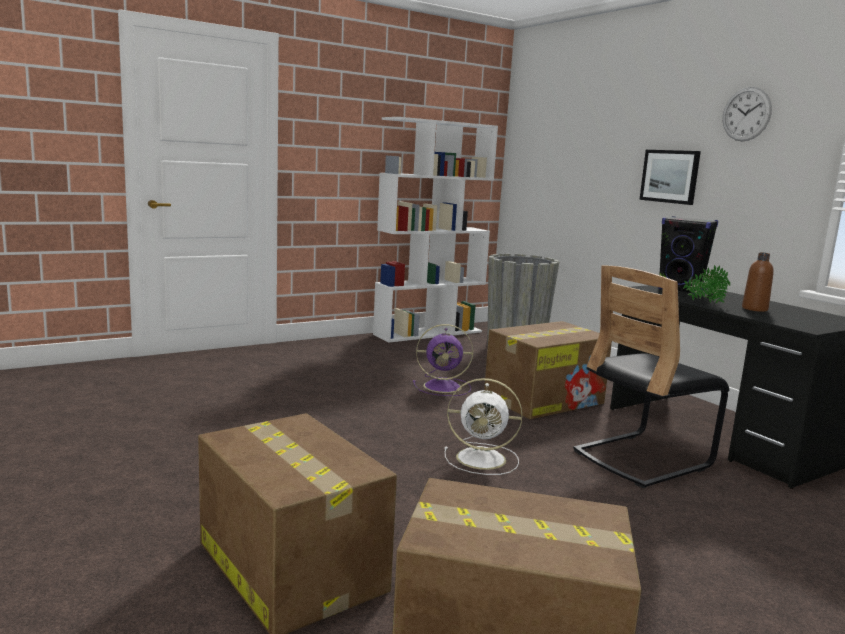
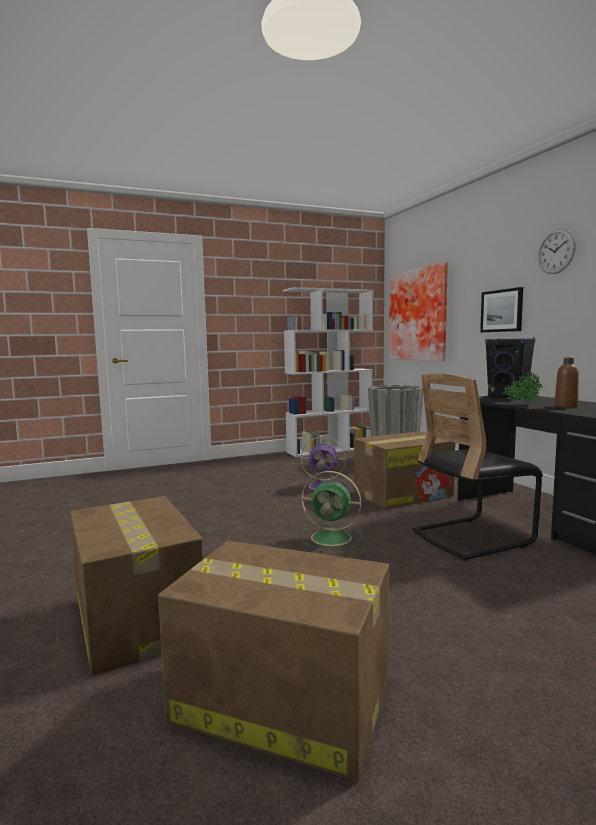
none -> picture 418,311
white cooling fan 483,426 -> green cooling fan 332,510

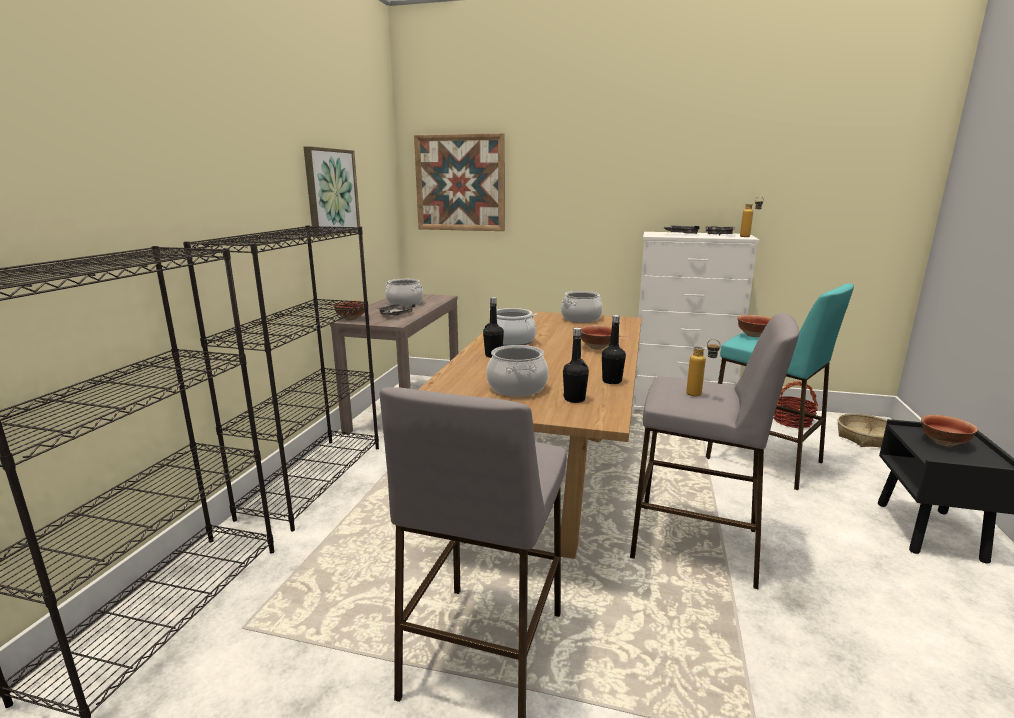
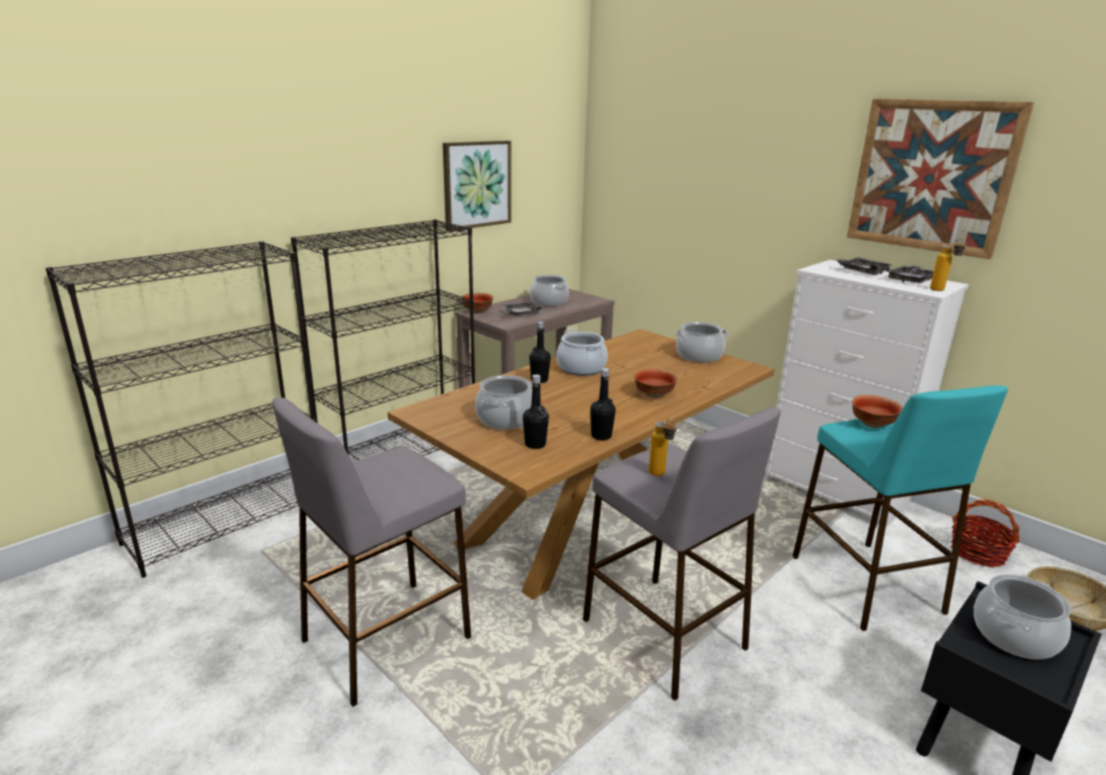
picture 459,182 -> picture 940,179, relocated
bowl 949,431 -> stockpot 1022,617

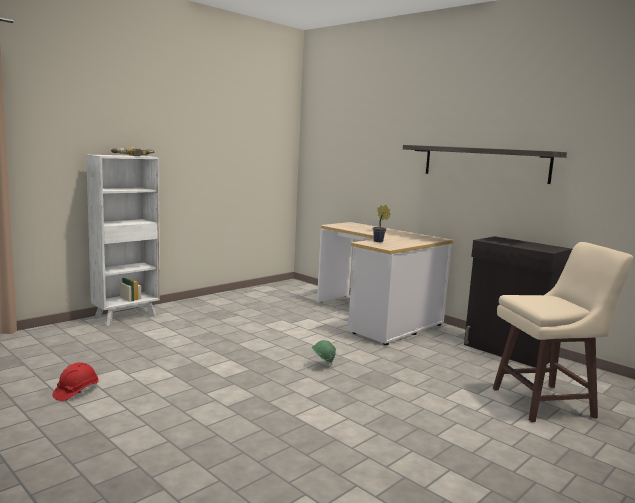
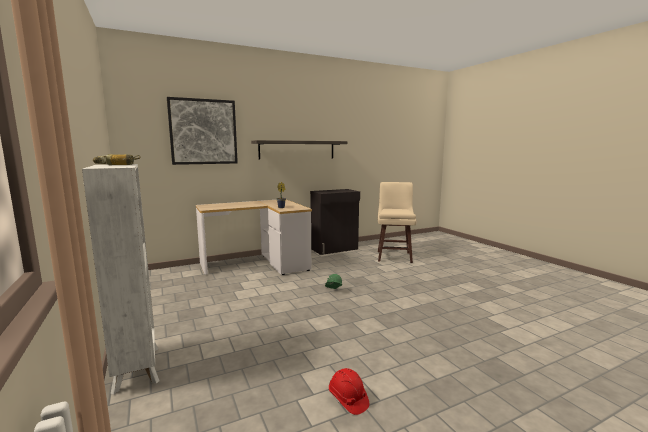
none -> picture 202,131

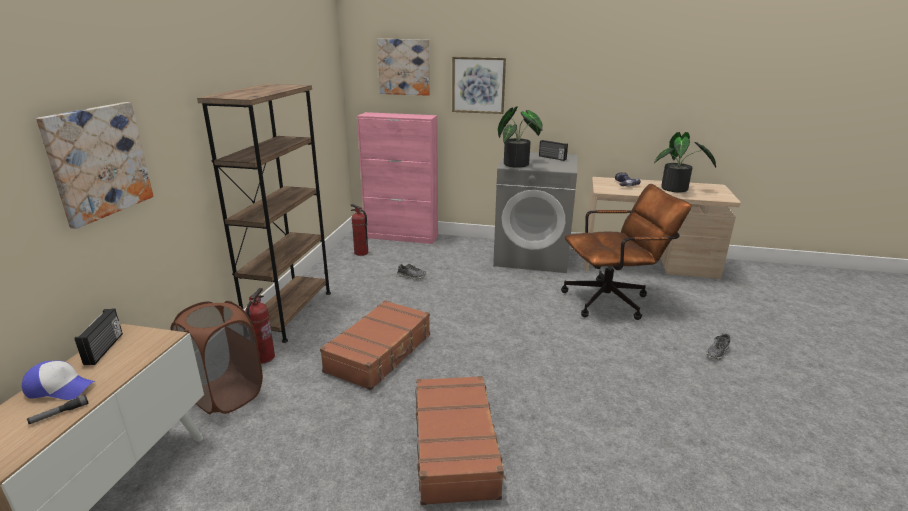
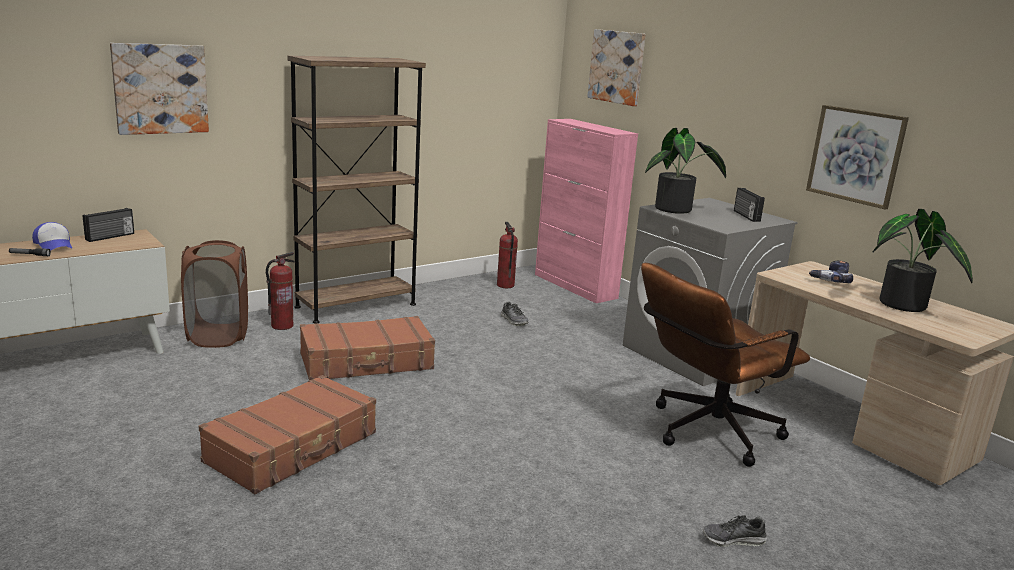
picture 479,85 -> picture 857,157, relocated
brown-coloured computer chair 626,252 -> brown-coloured computer chair 725,365, 120 degrees clockwise

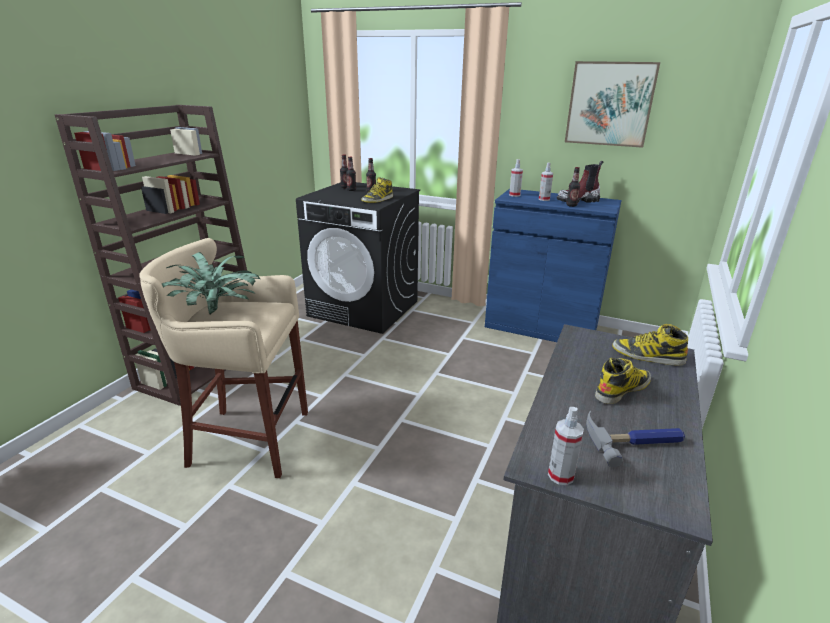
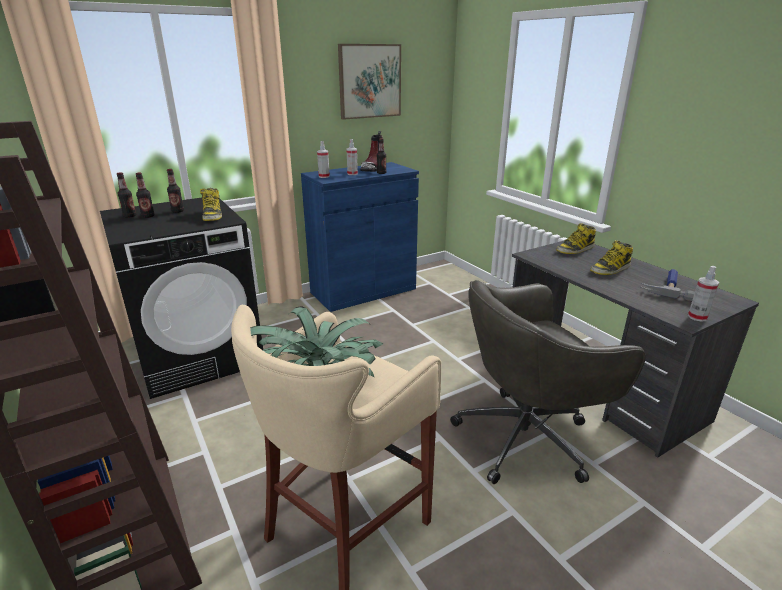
none -> grey computer chair 548,382
high-top boot 623,381 -> high-top boot 611,257, 120 degrees counterclockwise

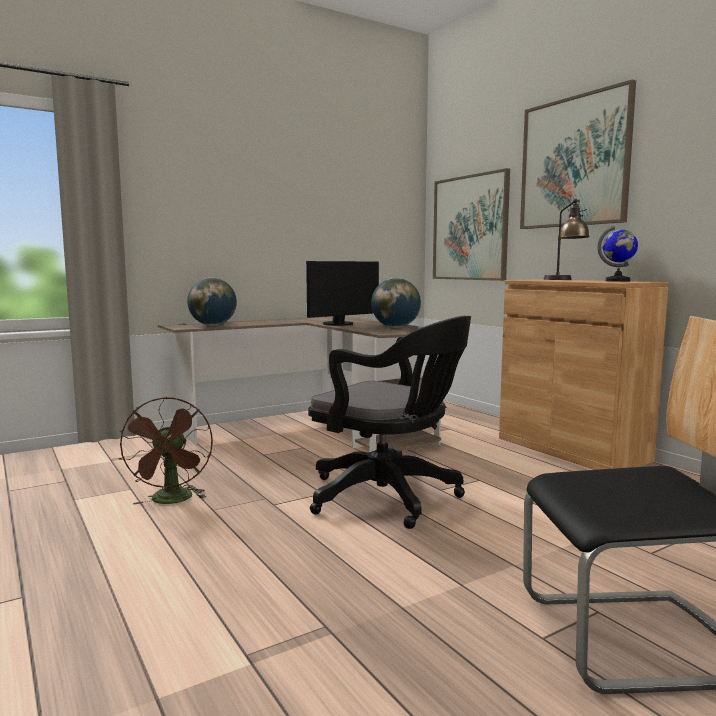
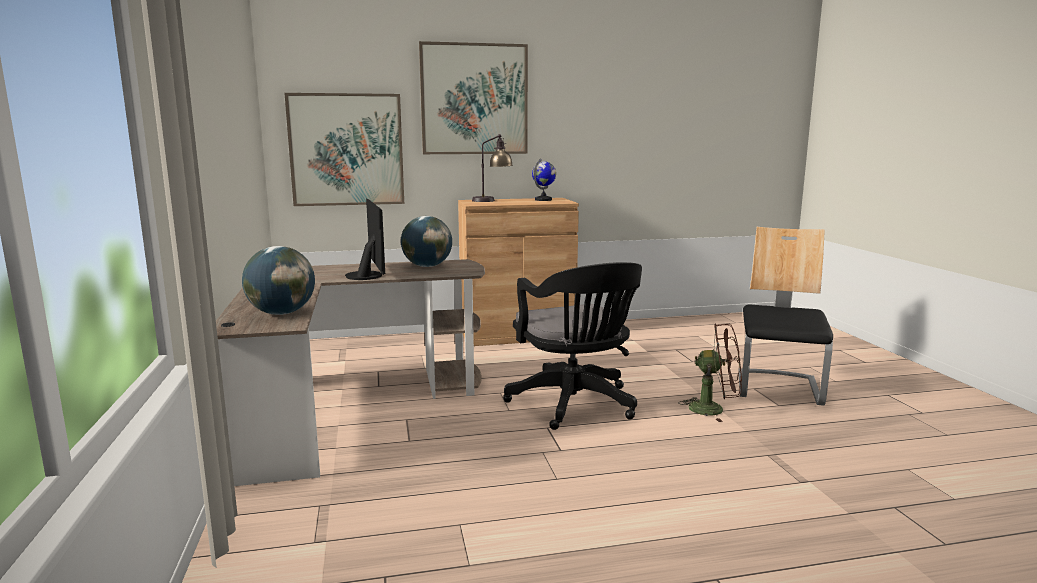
brown-coloured cooling fan 166,451 -> brown-coloured cooling fan 710,372, relocated
black computer chair 389,422 -> black computer chair 572,346, 105 degrees clockwise

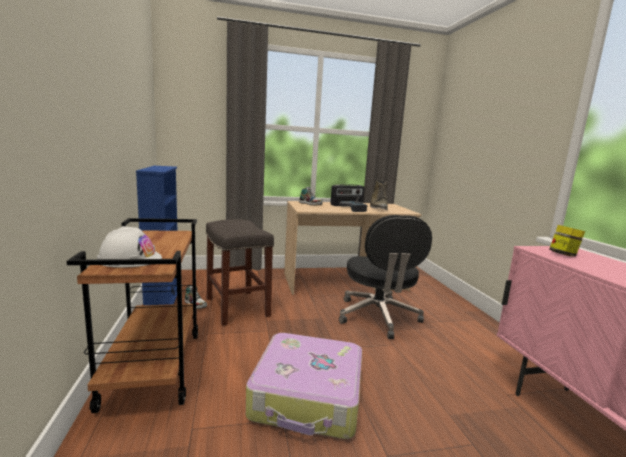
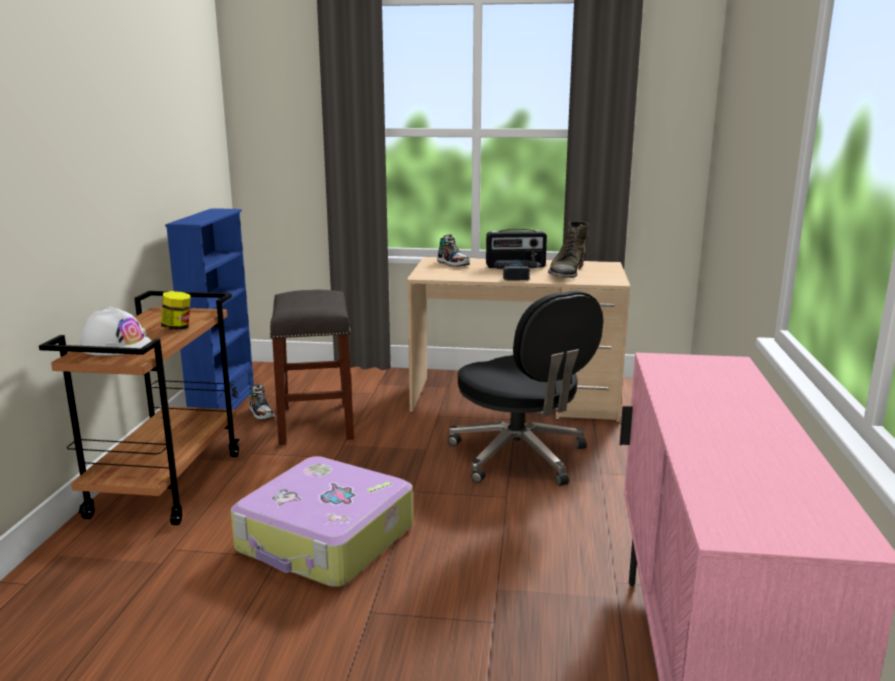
jar 567,240 -> jar 176,310, relocated
black computer chair 385,277 -> black computer chair 526,388, 45 degrees counterclockwise

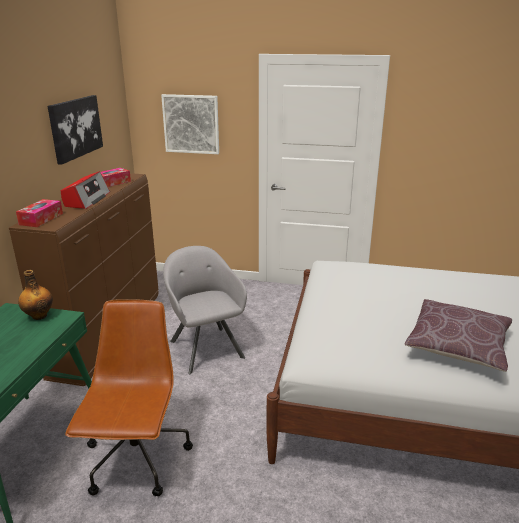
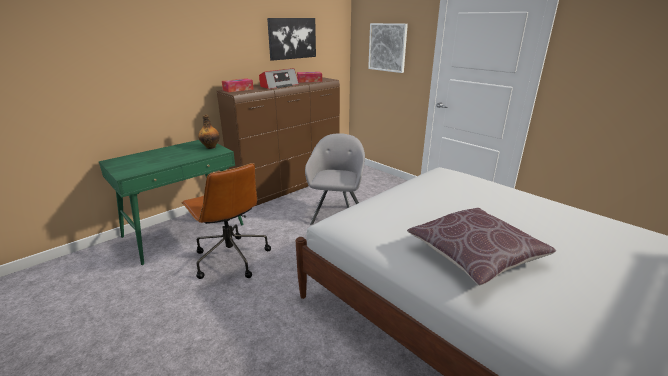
brown-coloured computer chair 129,397 -> brown-coloured computer chair 226,221, 105 degrees clockwise

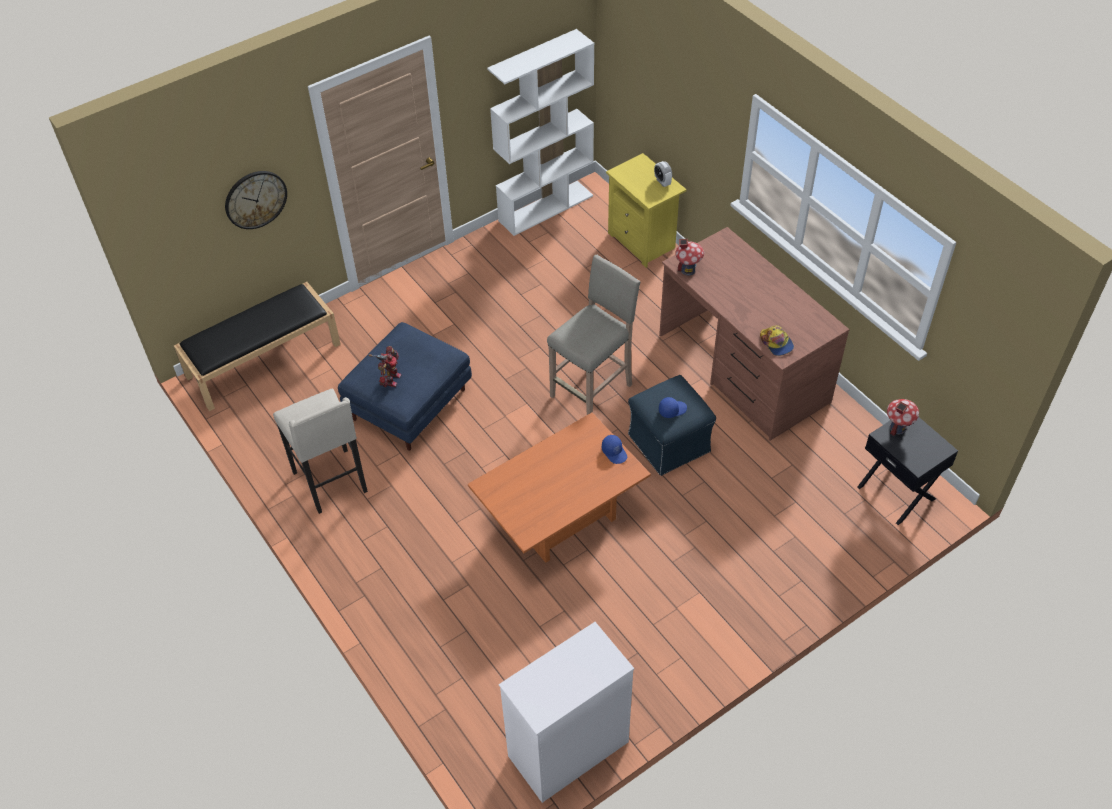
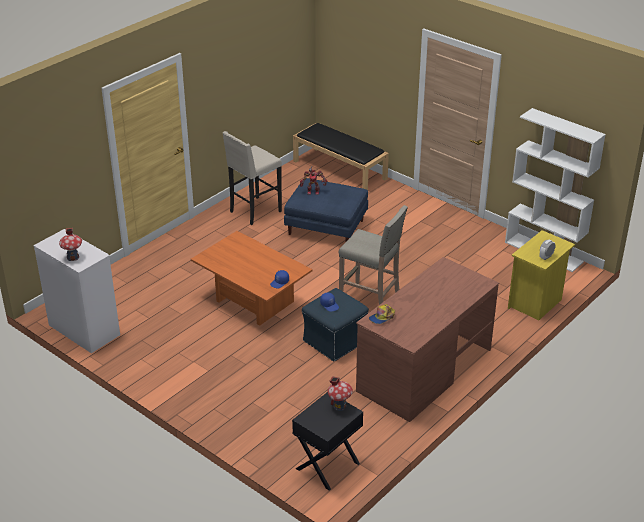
wall clock 256,200 -> none
model house 689,257 -> model house 70,244, relocated

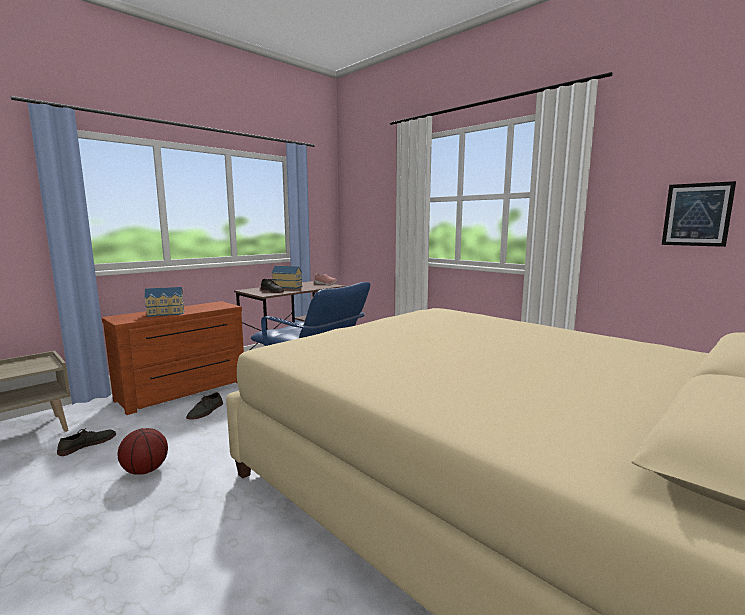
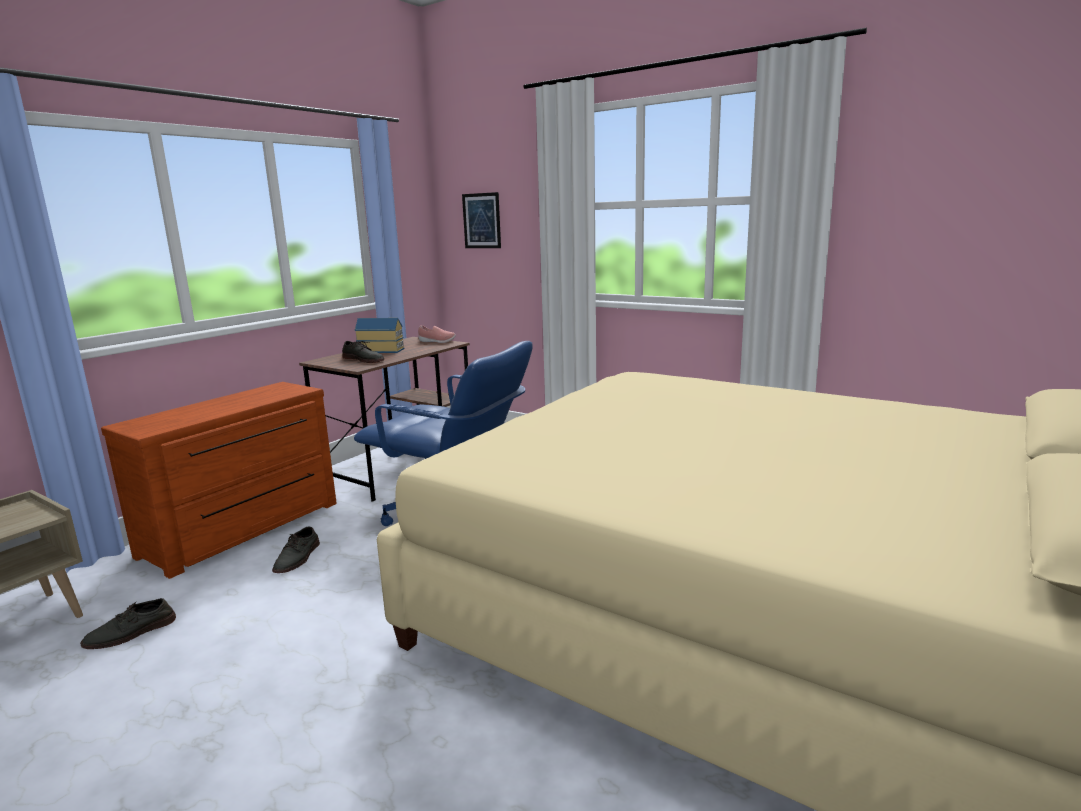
basketball 143,451 -> none
model house 164,302 -> none
picture 699,214 -> picture 481,220, relocated
grey low shoe 86,442 -> grey low shoe 128,623, 150 degrees counterclockwise

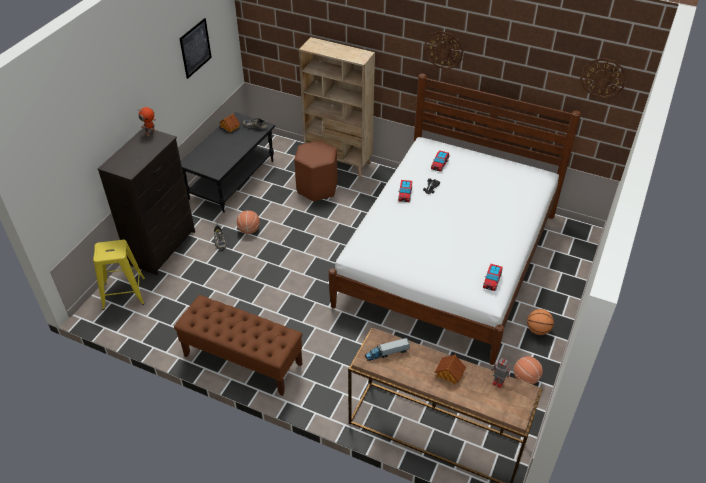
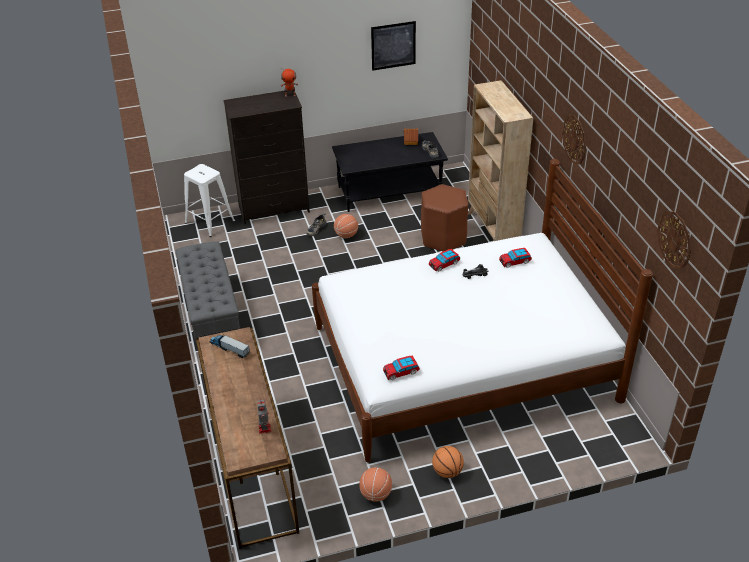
model house 450,369 -> none
yellowish stool 119,275 -> white stool 209,200
brown-coloured indoor bench 238,345 -> grey indoor bench 208,297

